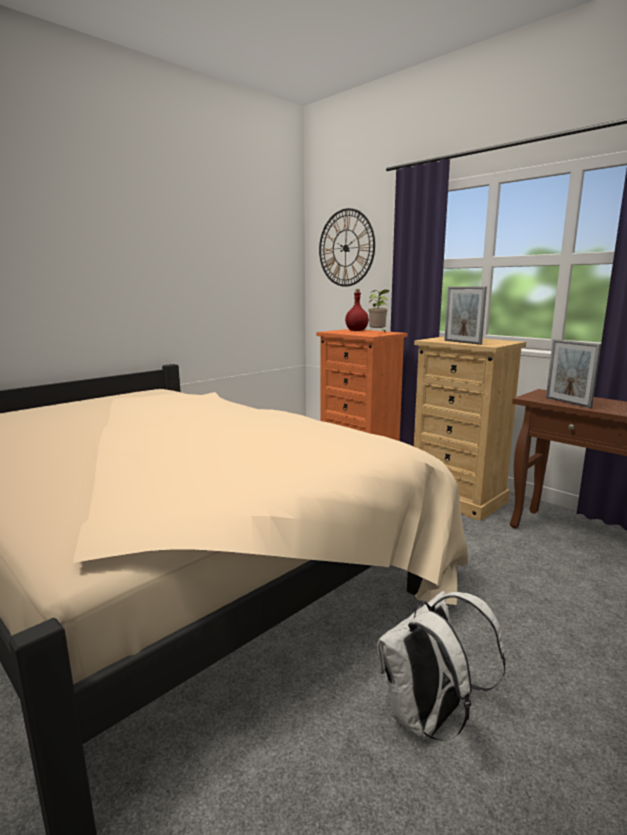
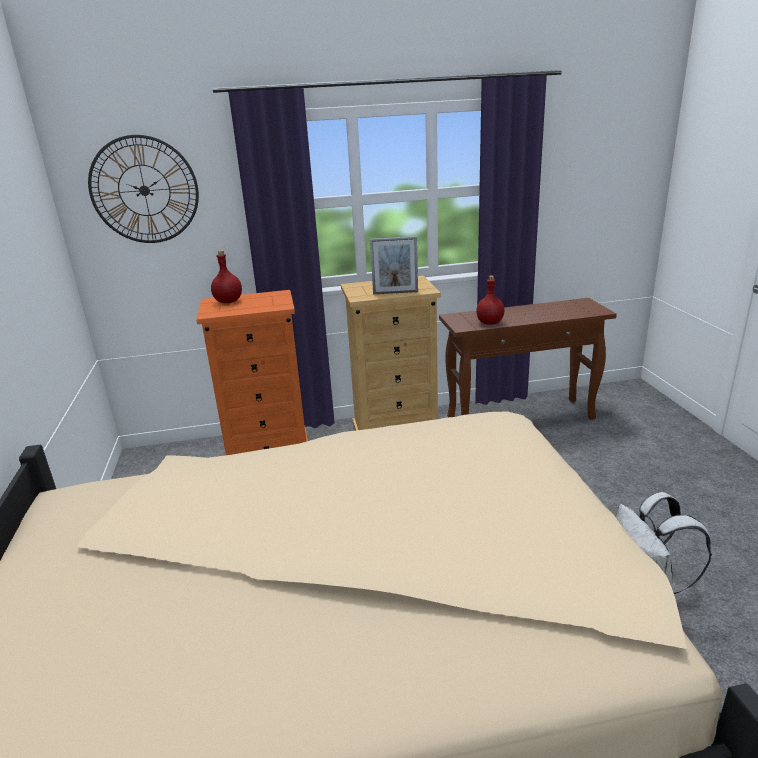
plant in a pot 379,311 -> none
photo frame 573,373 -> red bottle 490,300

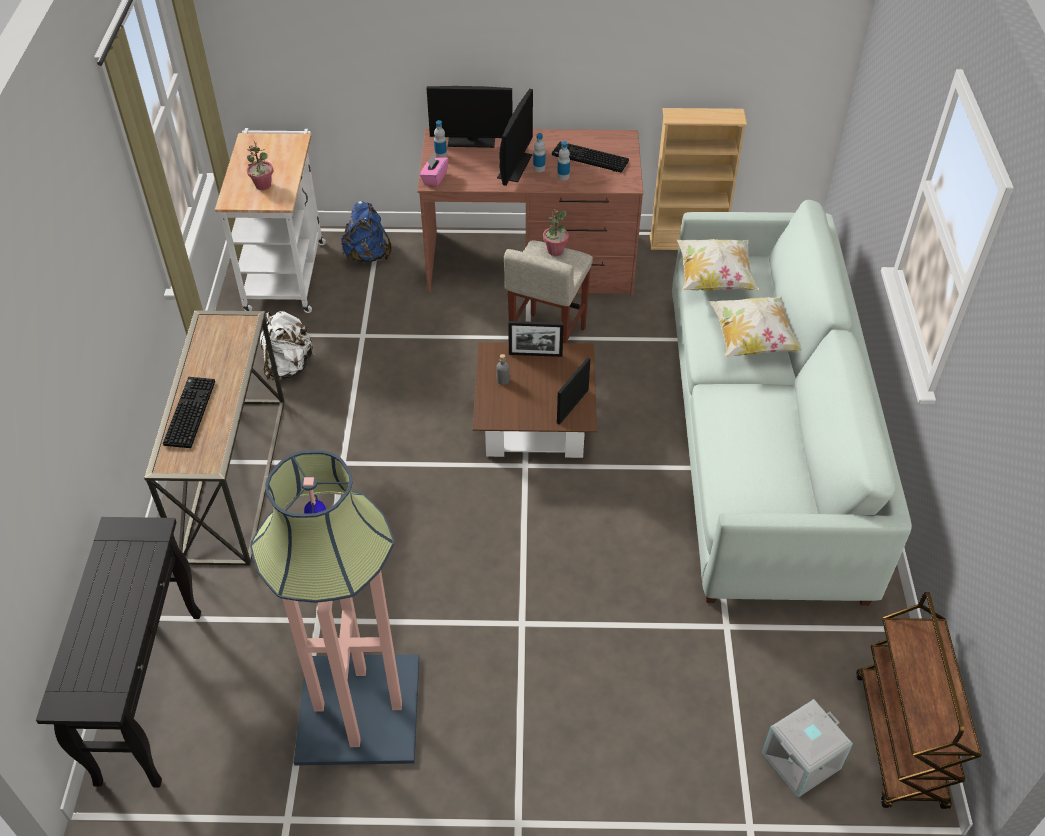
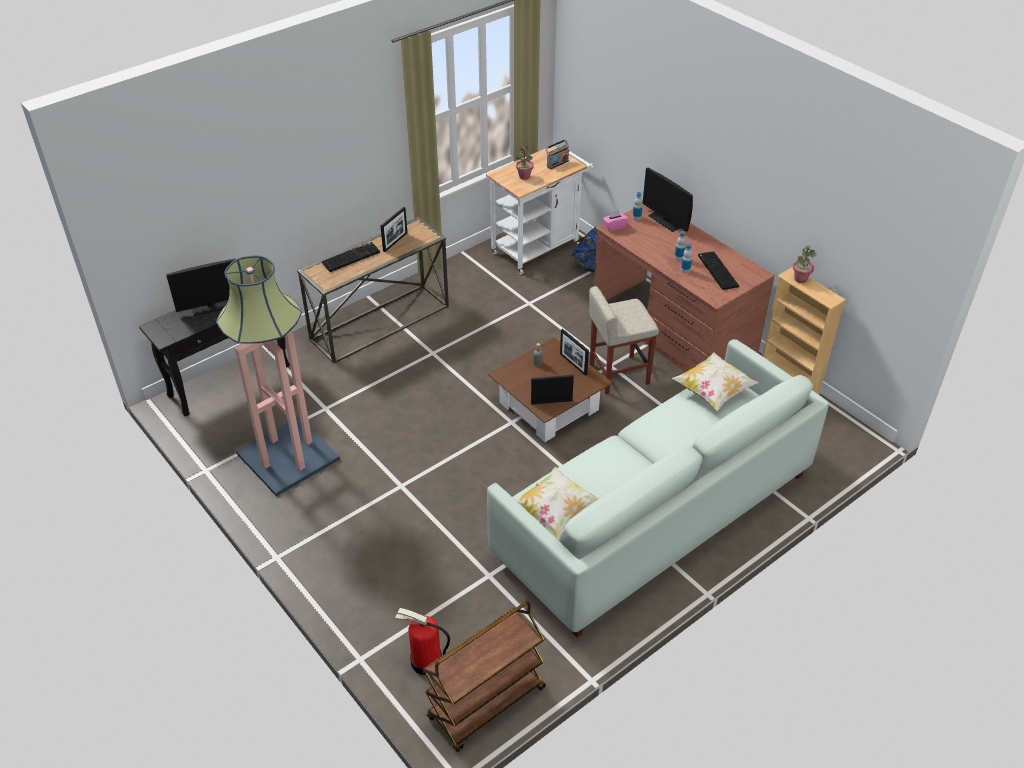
white rucksack 287,346 -> none
none -> photo frame 394,229
none -> radio set 557,154
computer display 515,137 -> computer display 201,287, relocated
plant in a pot 556,232 -> plant in a pot 805,264, relocated
pillow 755,326 -> pillow 557,503, relocated
grey storage container 807,748 -> fire extinguisher 422,641

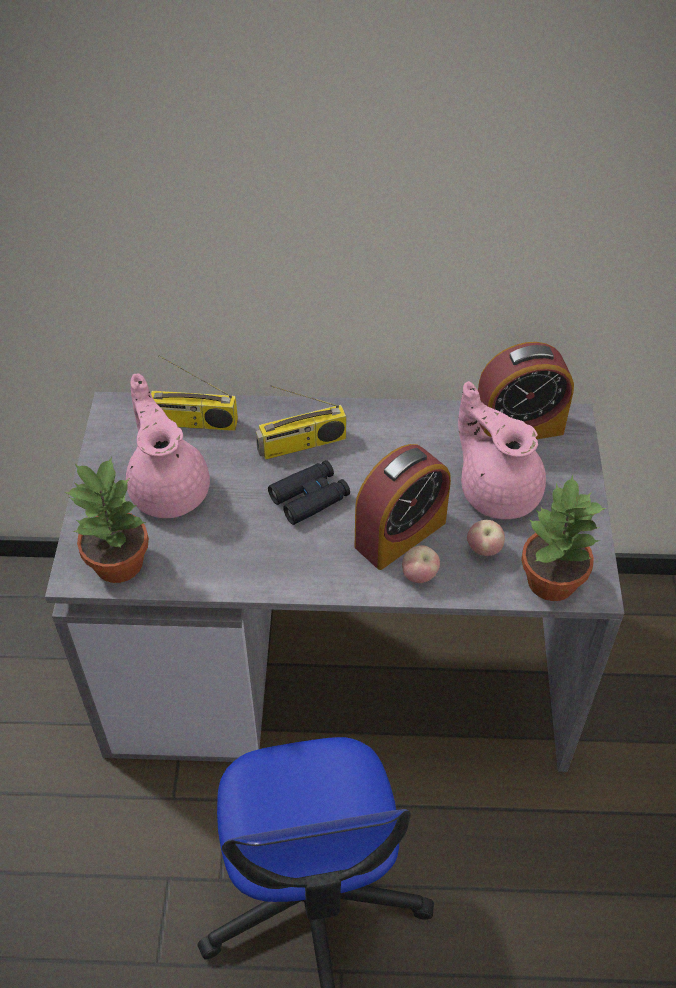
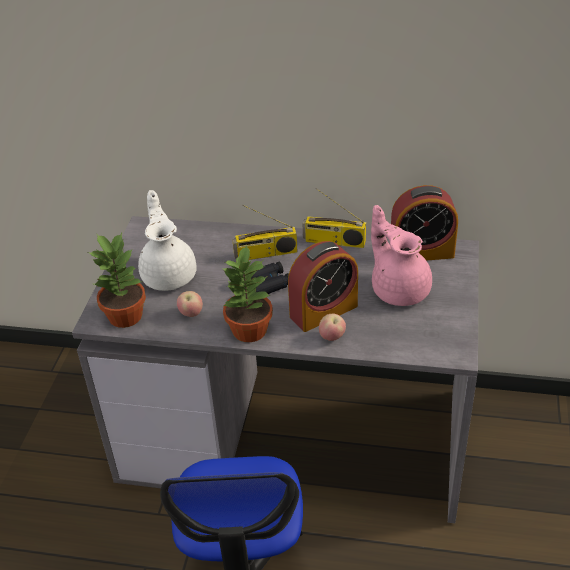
radio set 194,393 -> radio set 334,218, relocated
apple 486,538 -> apple 190,304, relocated
plant in a pot 563,538 -> plant in a pot 247,293, relocated
pink-coloured pot for tea 168,446 -> white pot for tea 167,240

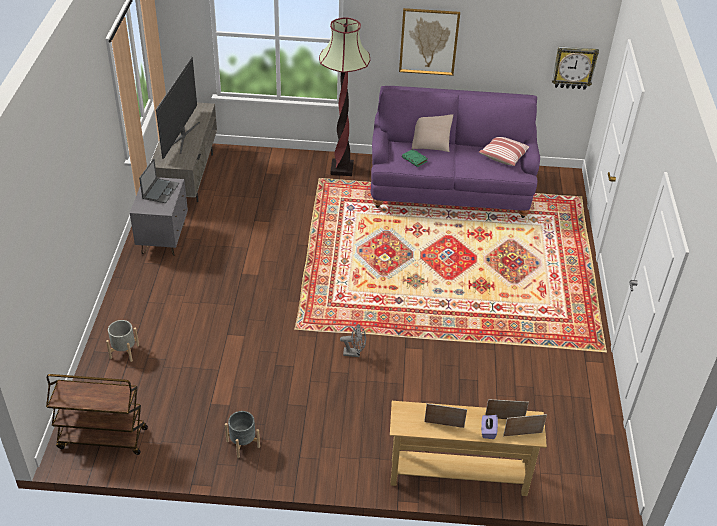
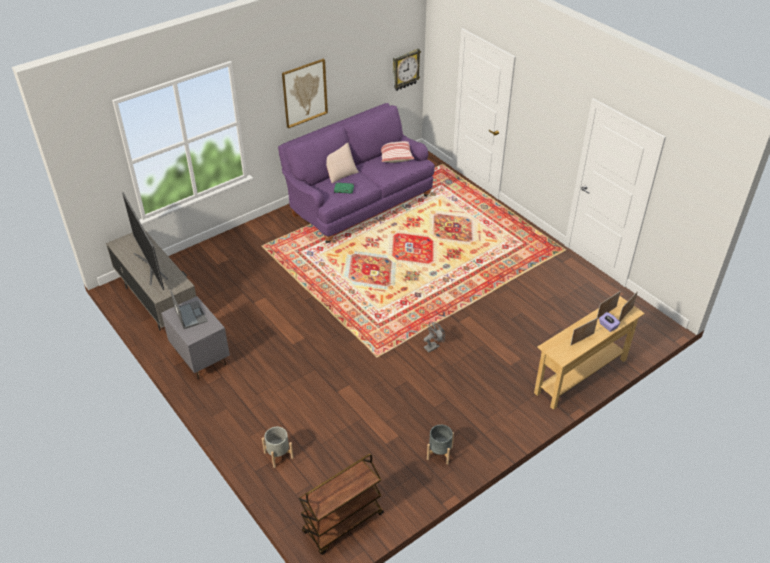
standing lamp 344,97 -> none

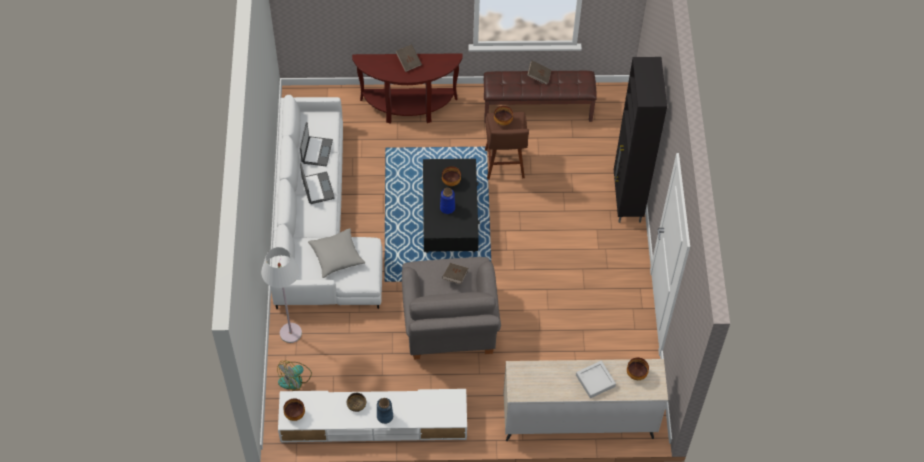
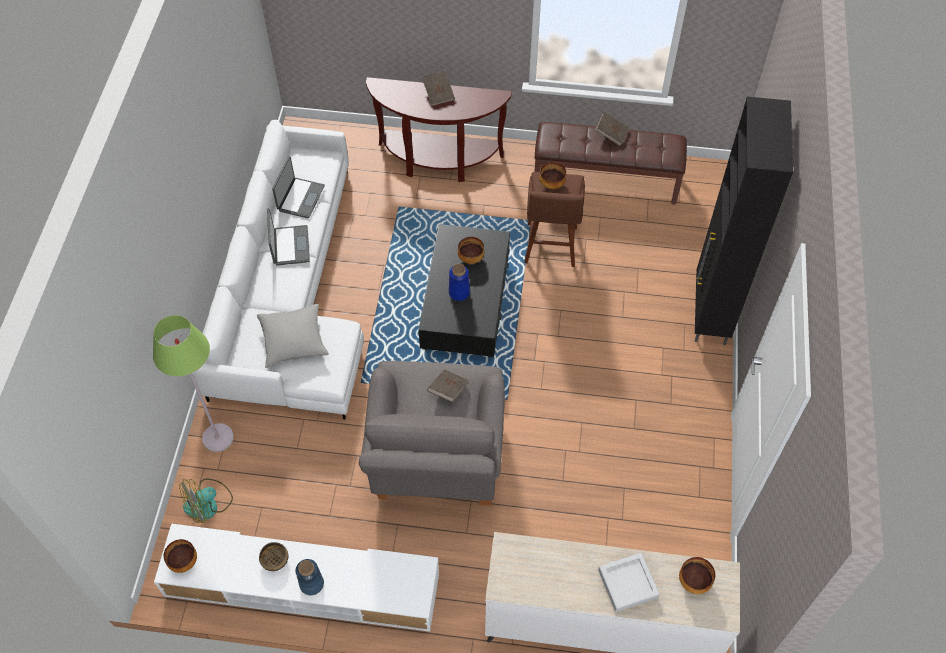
white standing lamp 281,295 -> green standing lamp 193,383

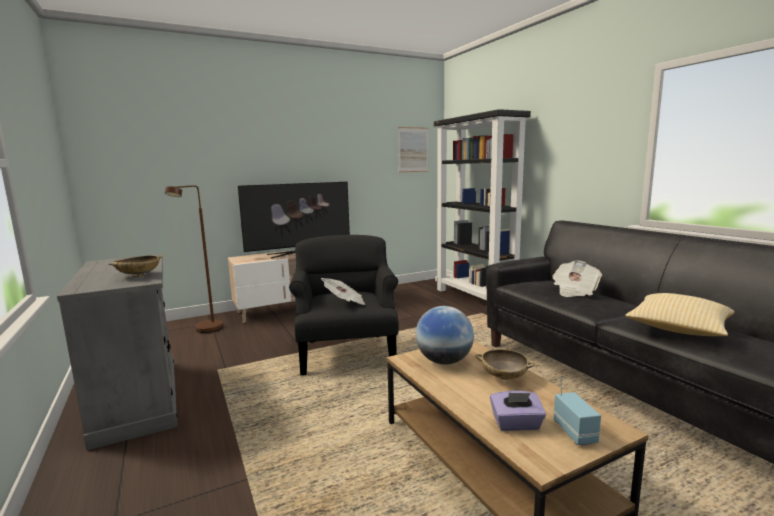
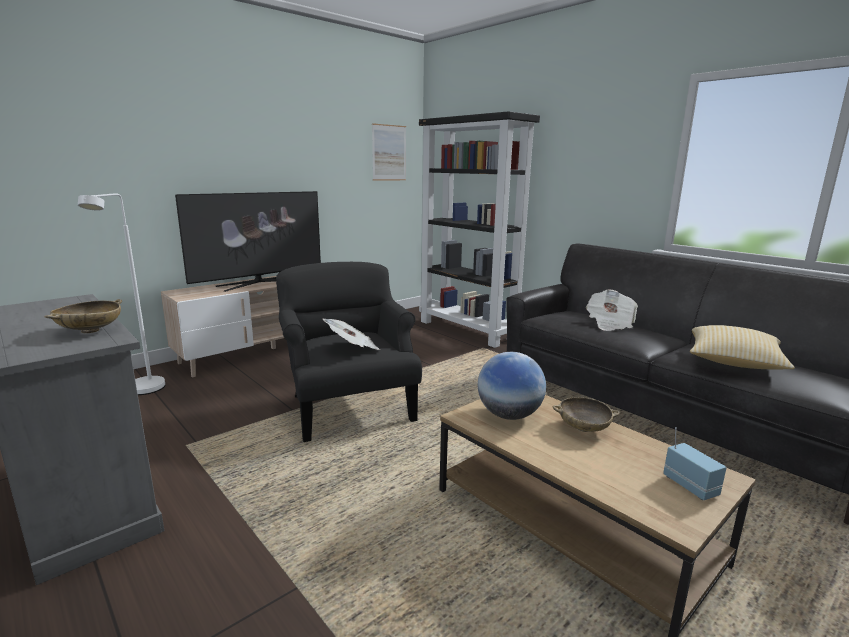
purple-coloured tissue holder 518,411 -> none
brown-coloured standing lamp 194,259 -> white standing lamp 121,294

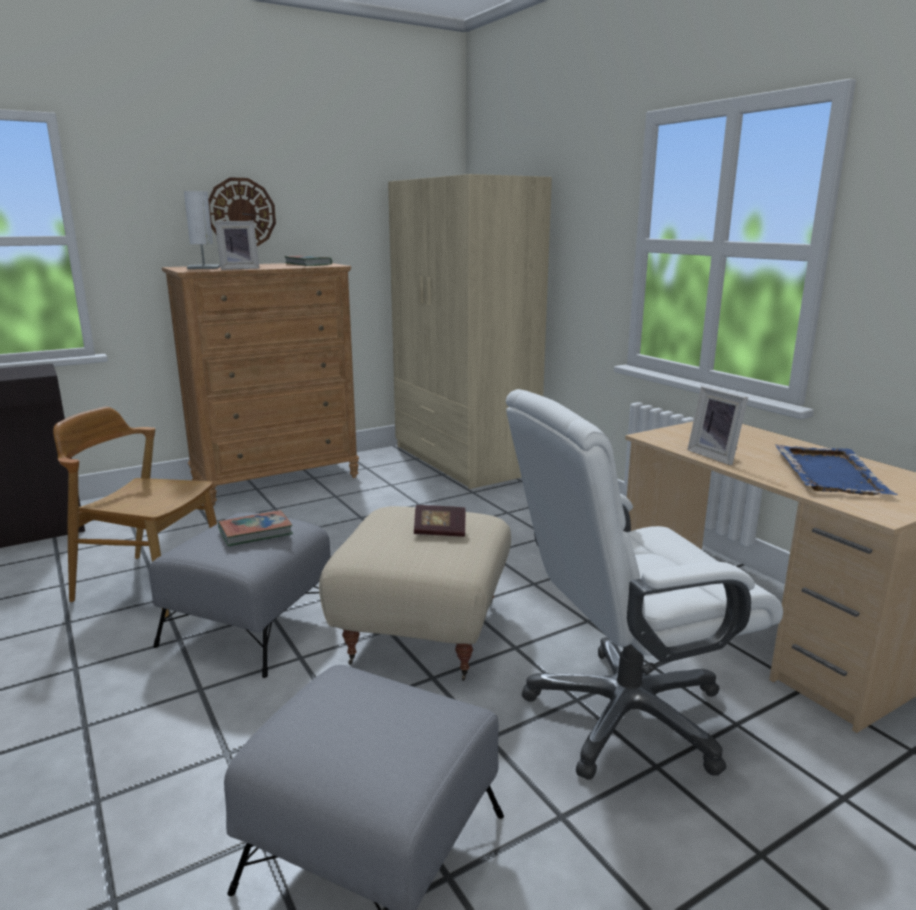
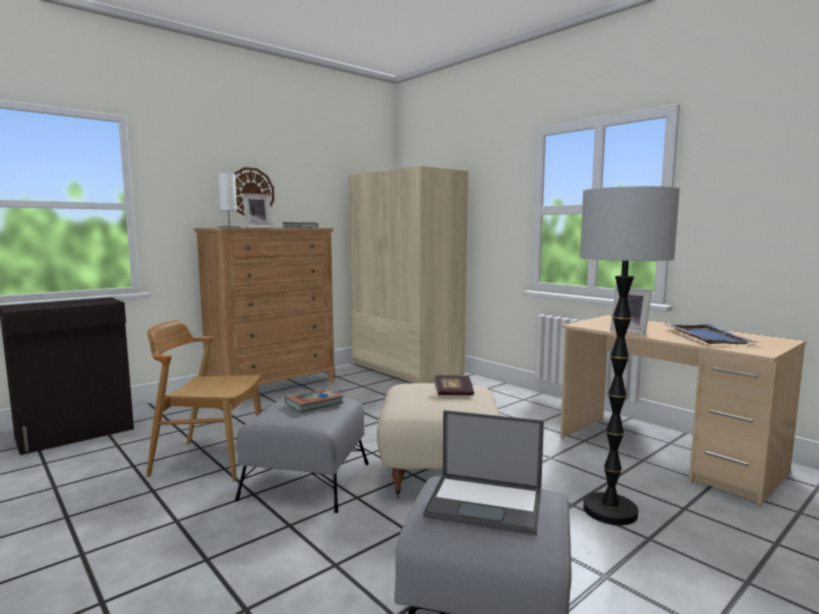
none -> notebook computer 483,473
white computer chair 644,584 -> standing lamp 630,355

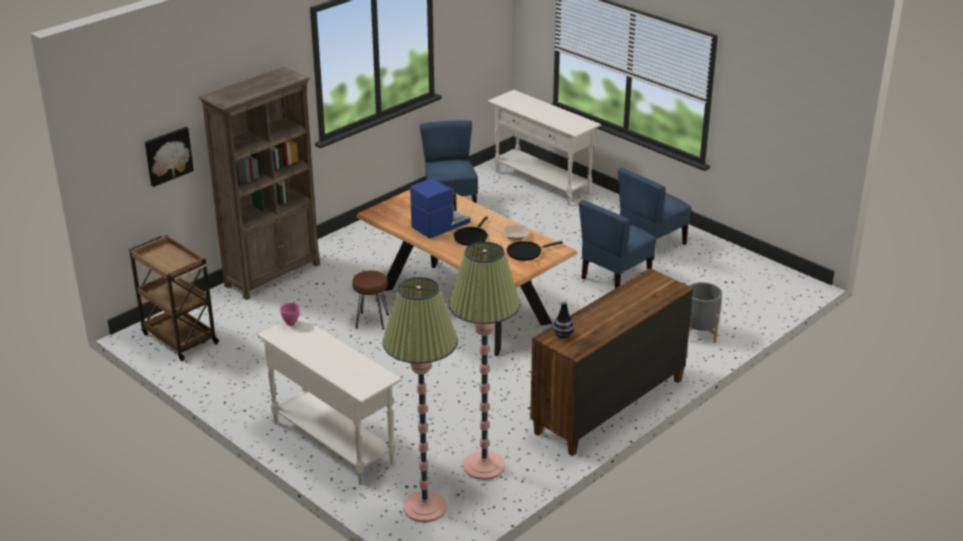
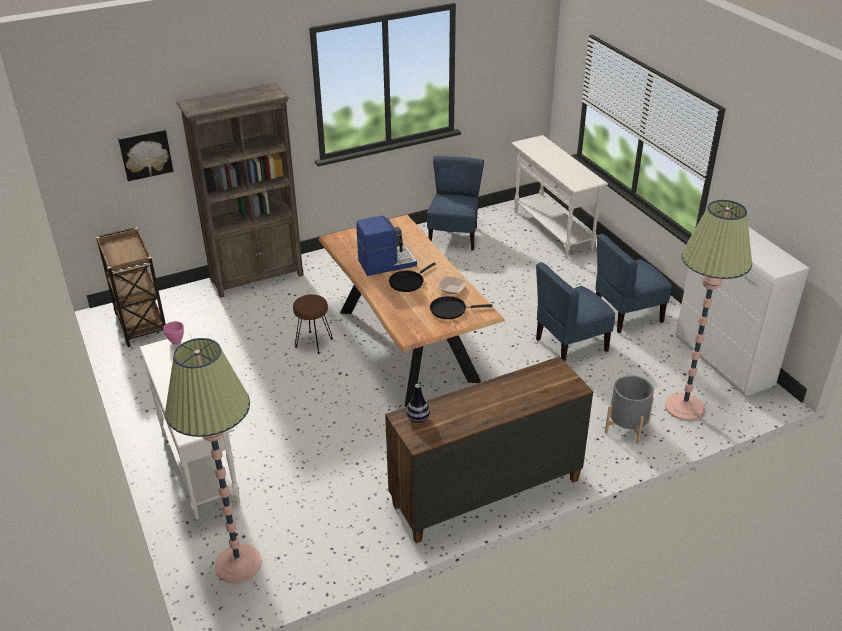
none -> white storage cabinet 742,312
standing lamp 484,361 -> standing lamp 708,310, relocated

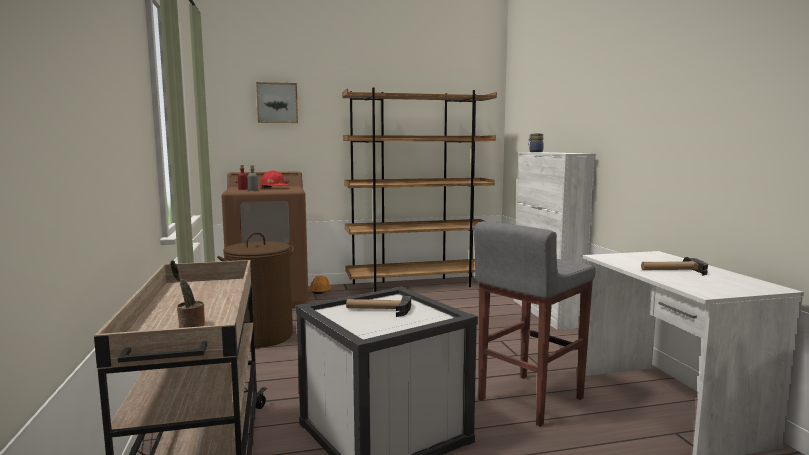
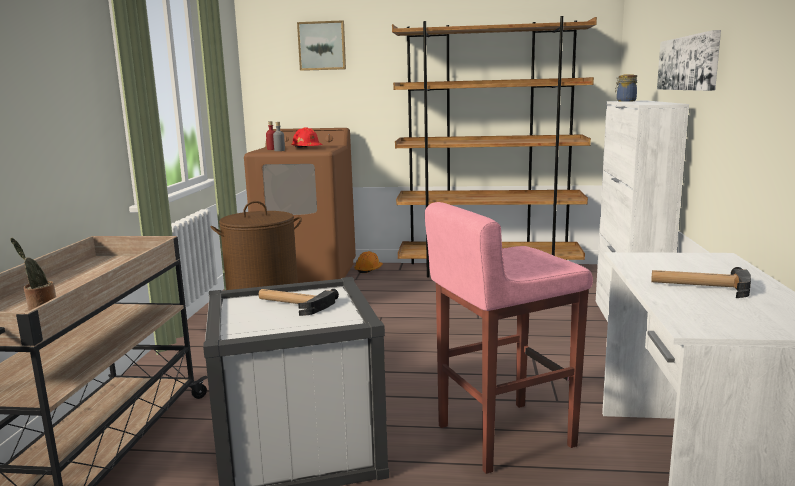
none -> picture 689,60
grey stool 534,324 -> pink-coloured stool 509,338

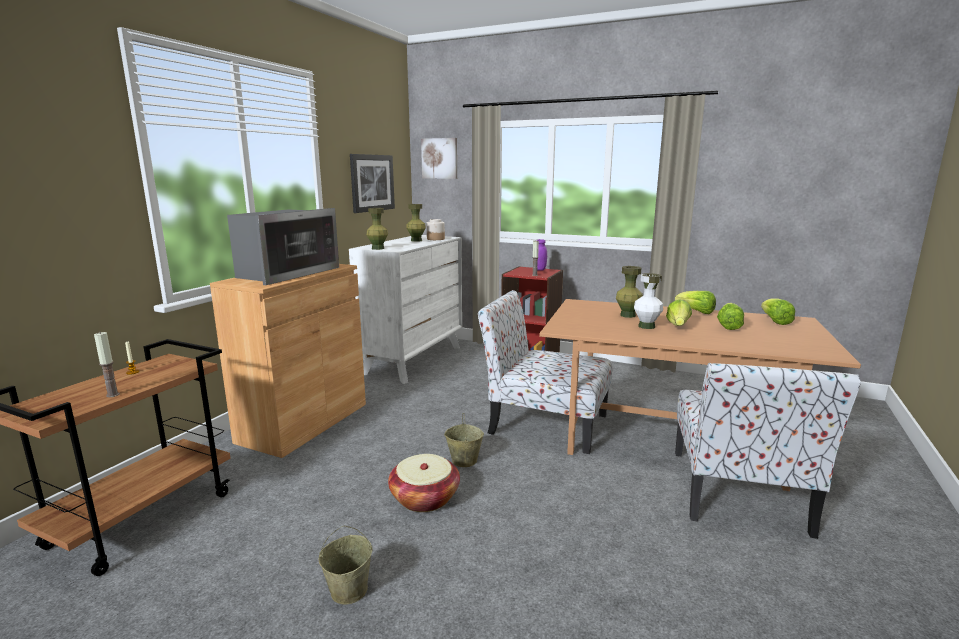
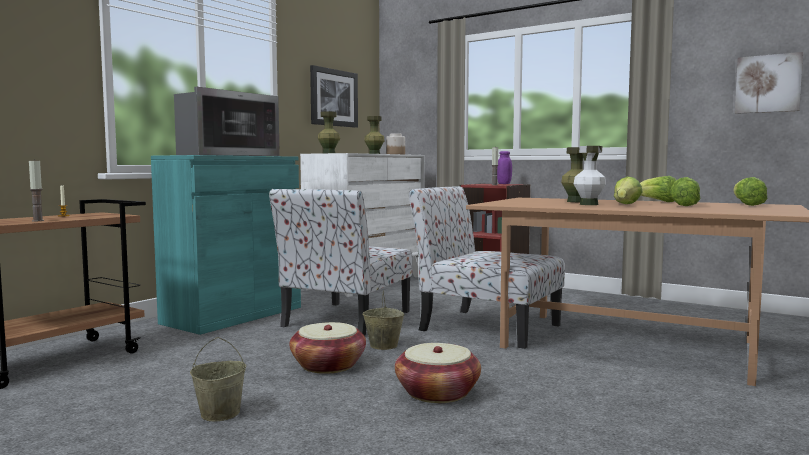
none -> storage basket 438,373
picture 439,158 -> picture 769,83, relocated
plain chair 768,451 -> plain chair 341,262, relocated
brown-coloured storage cabinet 288,361 -> turquoise storage cabinet 226,245

